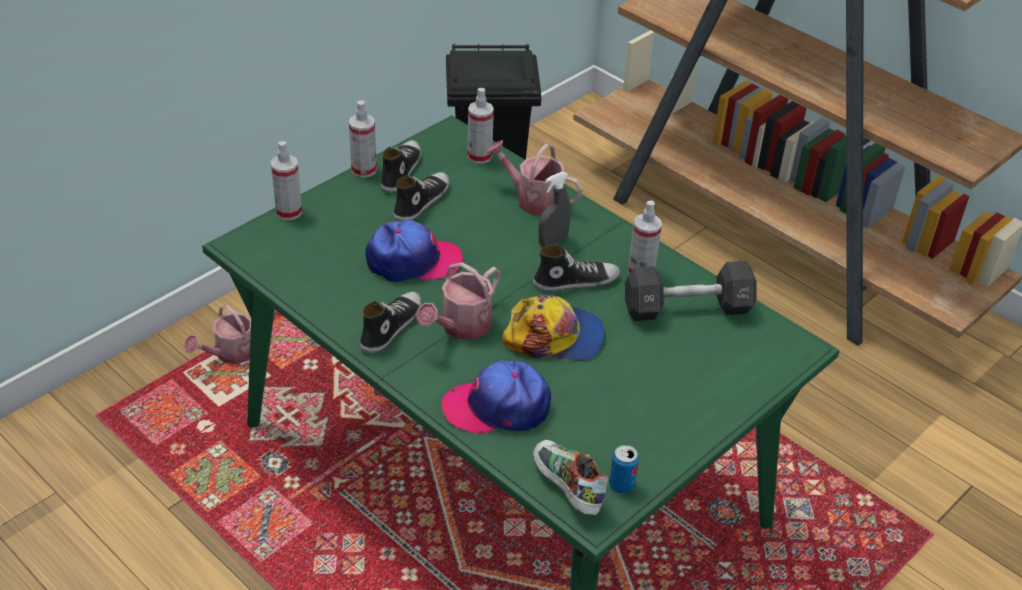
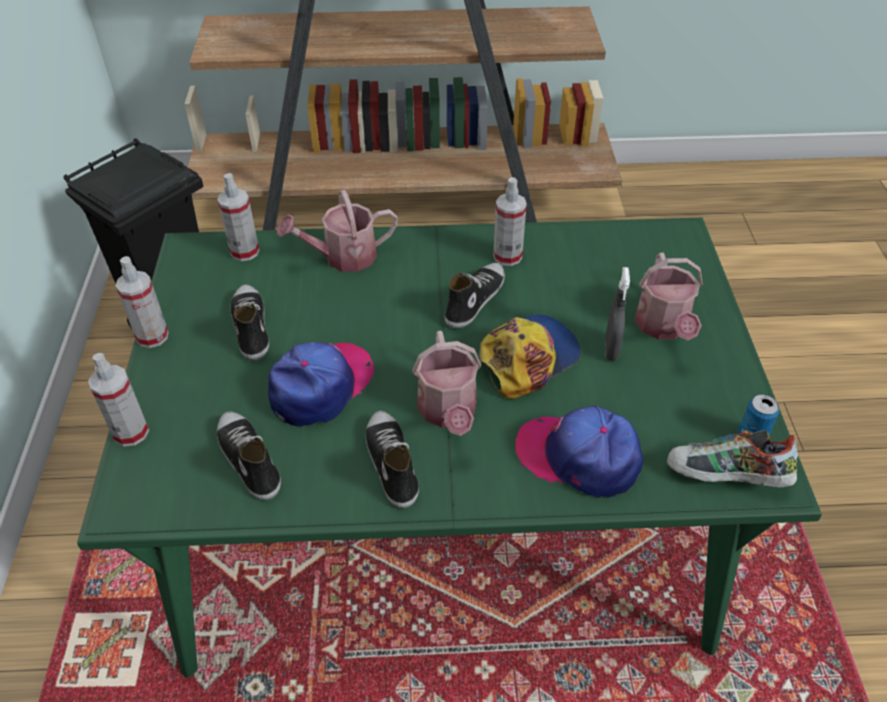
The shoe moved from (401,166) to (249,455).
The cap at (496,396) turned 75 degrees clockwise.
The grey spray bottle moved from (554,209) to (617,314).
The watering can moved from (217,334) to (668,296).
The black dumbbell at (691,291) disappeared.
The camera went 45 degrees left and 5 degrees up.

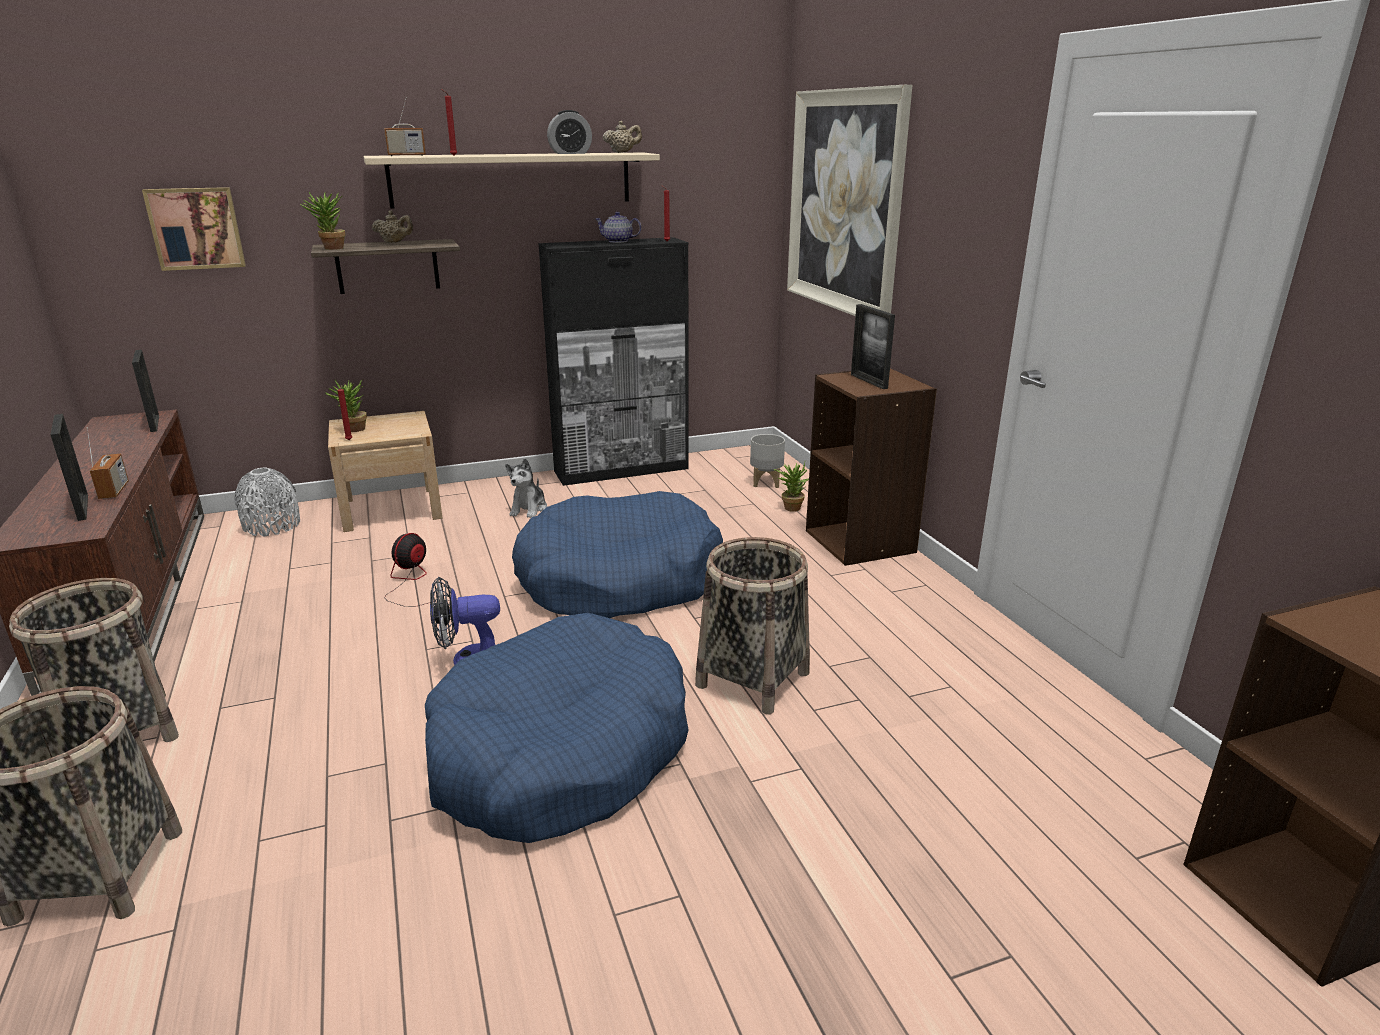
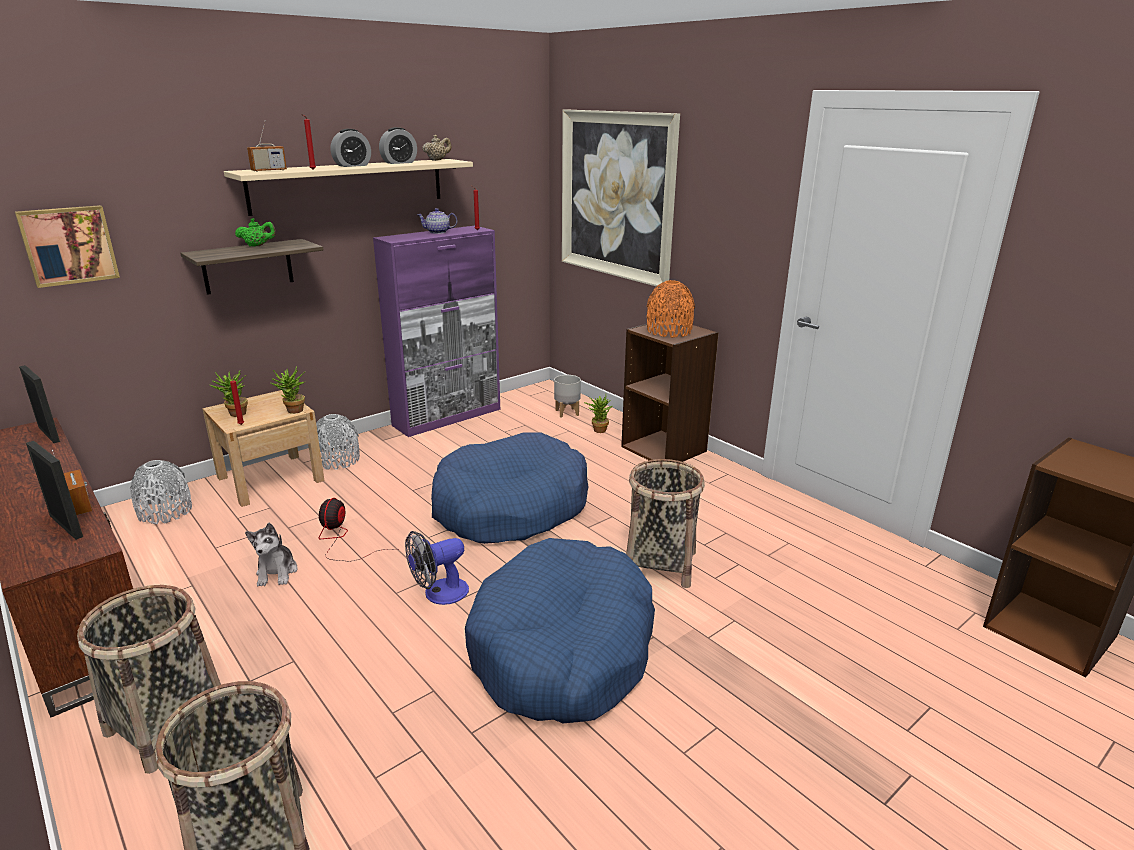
The beige teapot at (392,227) became the green teapot at (255,232).
The plush toy moved from (526,488) to (271,555).
The potted plant moved from (322,221) to (288,390).
The grey vase at (338,442) appeared.
The alarm clock at (351,148) appeared.
The black cabinet at (613,361) became the purple cabinet at (436,331).
The picture frame at (873,346) was replaced by the orange vase at (671,309).
The camera went 20 degrees left and 0 degrees up.

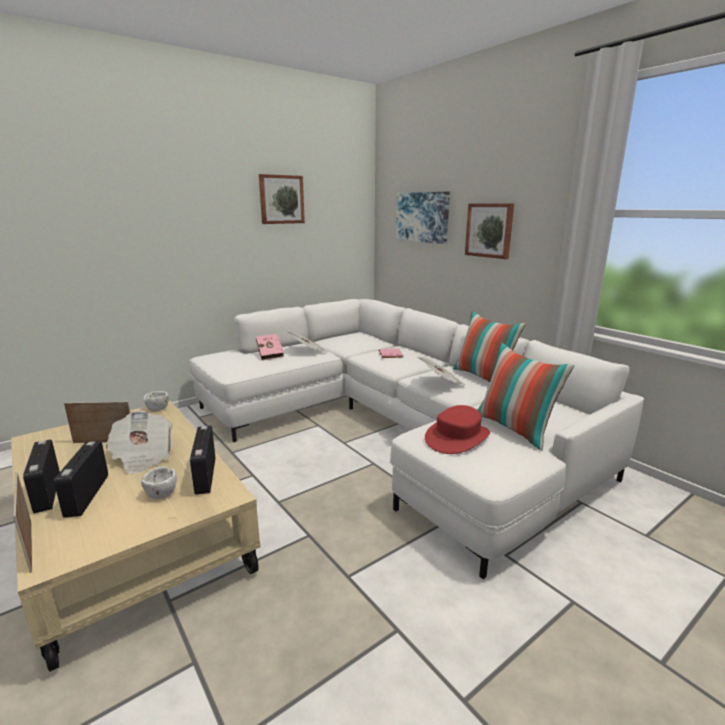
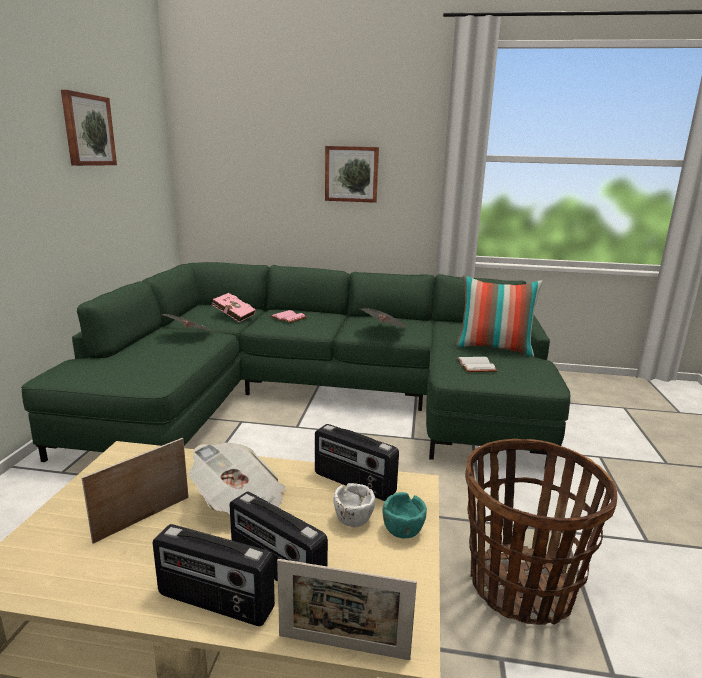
The white sofa at (416,439) became the green sofa at (295,365).
The pink book moved from (270,347) to (234,308).
The turquoise bowl at (405,515) appeared.
The red hat at (457,429) was replaced by the white book at (477,364).
The basket at (541,532) appeared.
The white bowl at (156,401) disappeared.
The picture at (423,218) disappeared.
The pillow at (489,346) disappeared.
The camera went 45 degrees left and 0 degrees up.

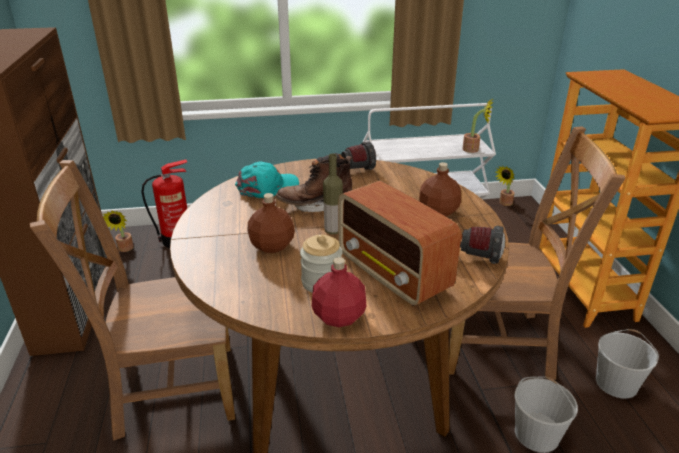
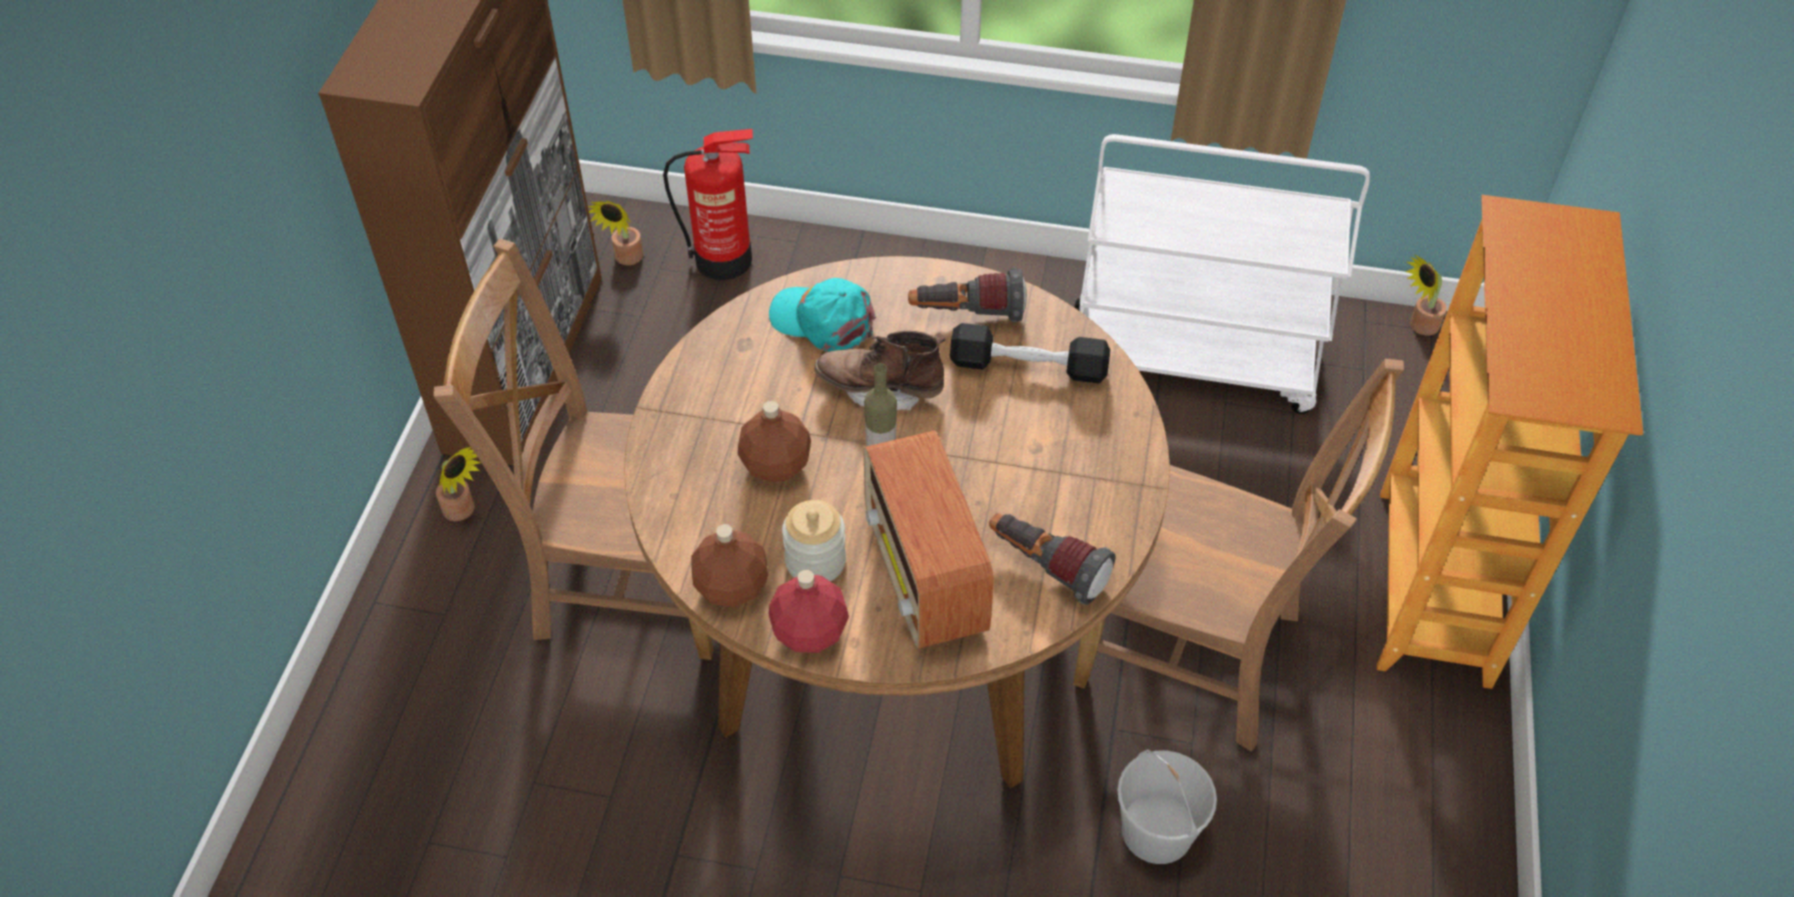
The potted plant moved from (478,125) to (458,484).
The brown bottle moved from (440,189) to (729,565).
The turquoise cap at (267,180) turned 135 degrees counterclockwise.
The black dumbbell at (1030,353) appeared.
The white bucket at (627,364) disappeared.
The camera went 20 degrees right and 20 degrees up.

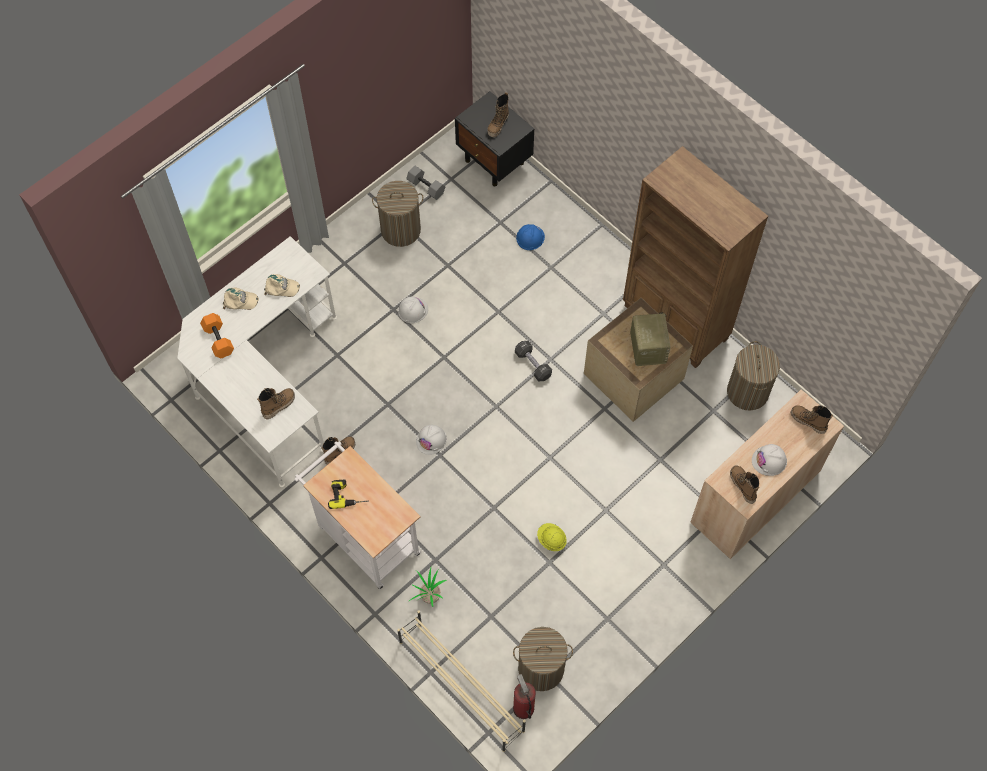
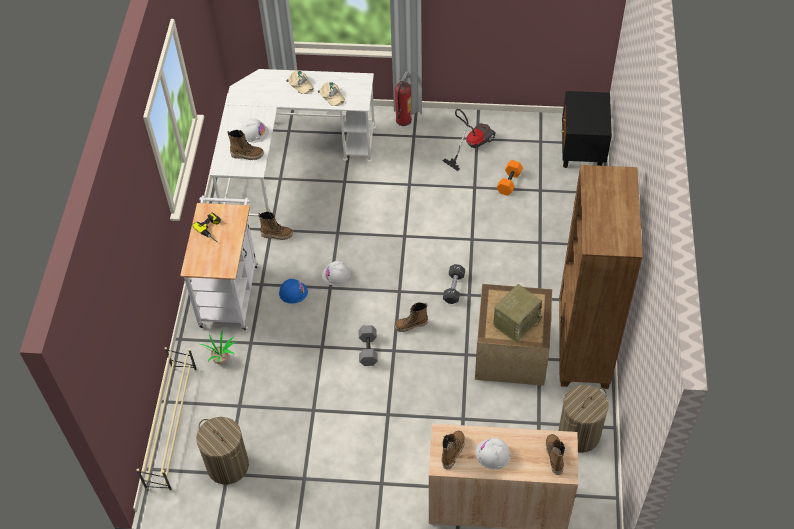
The white hard hat moved from (413,310) to (255,130).
The blue hard hat moved from (530,237) to (293,291).
The grey dumbbell moved from (425,183) to (368,345).
The fire extinguisher moved from (524,696) to (403,98).
The boot moved from (498,114) to (411,317).
The laundry basket at (398,214) was replaced by the vacuum cleaner at (469,140).
The orange dumbbell moved from (217,335) to (509,178).
The yellow hard hat at (552,537) disappeared.
The camera went 50 degrees right and 10 degrees down.

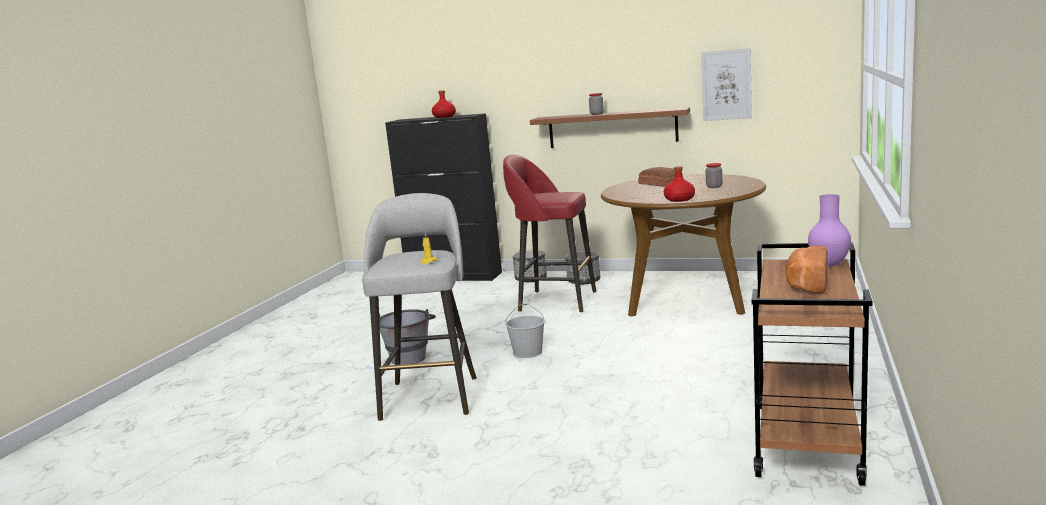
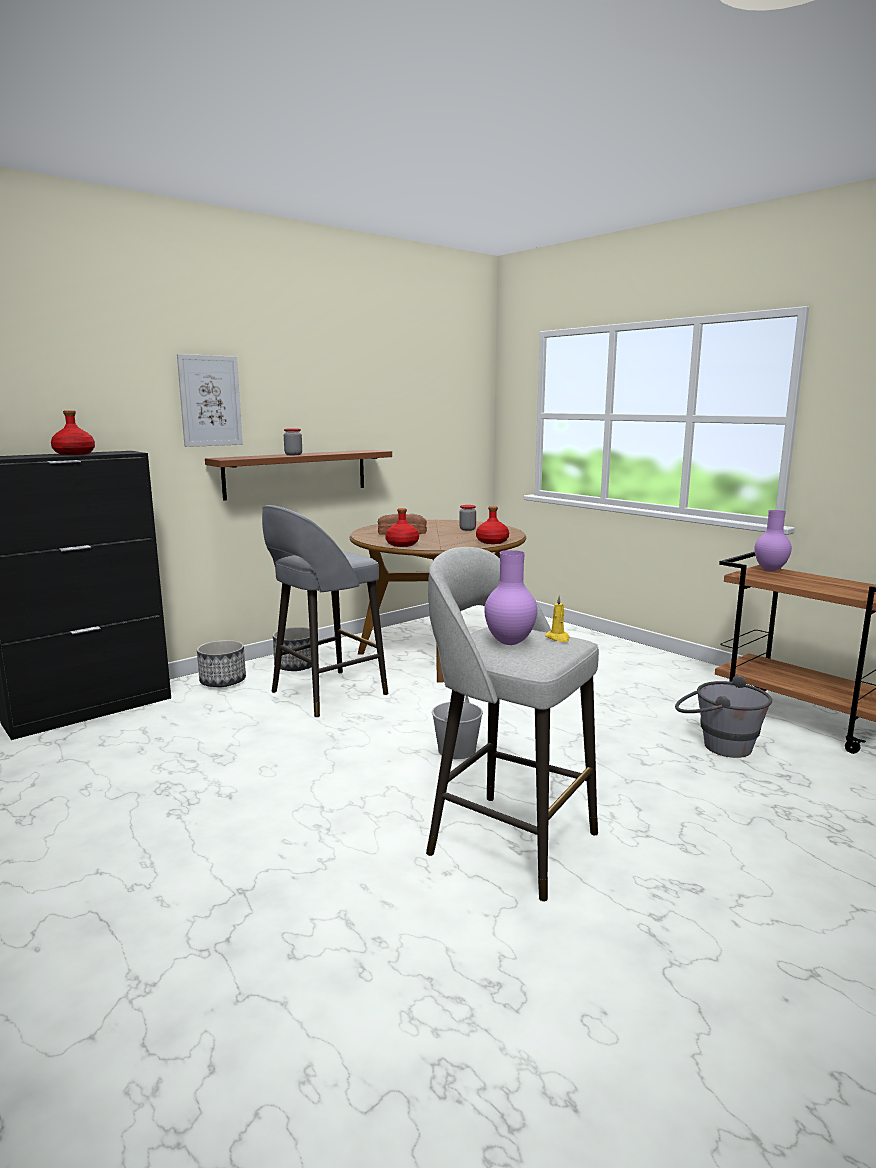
The picture moved from (726,84) to (210,400).
The red stool at (550,233) became the grey stool at (325,611).
The red bottle at (402,527) appeared.
The purple vase at (510,597) appeared.
The grey bucket moved from (407,337) to (723,716).
The bread at (807,270) disappeared.
The camera went 60 degrees left and 0 degrees up.

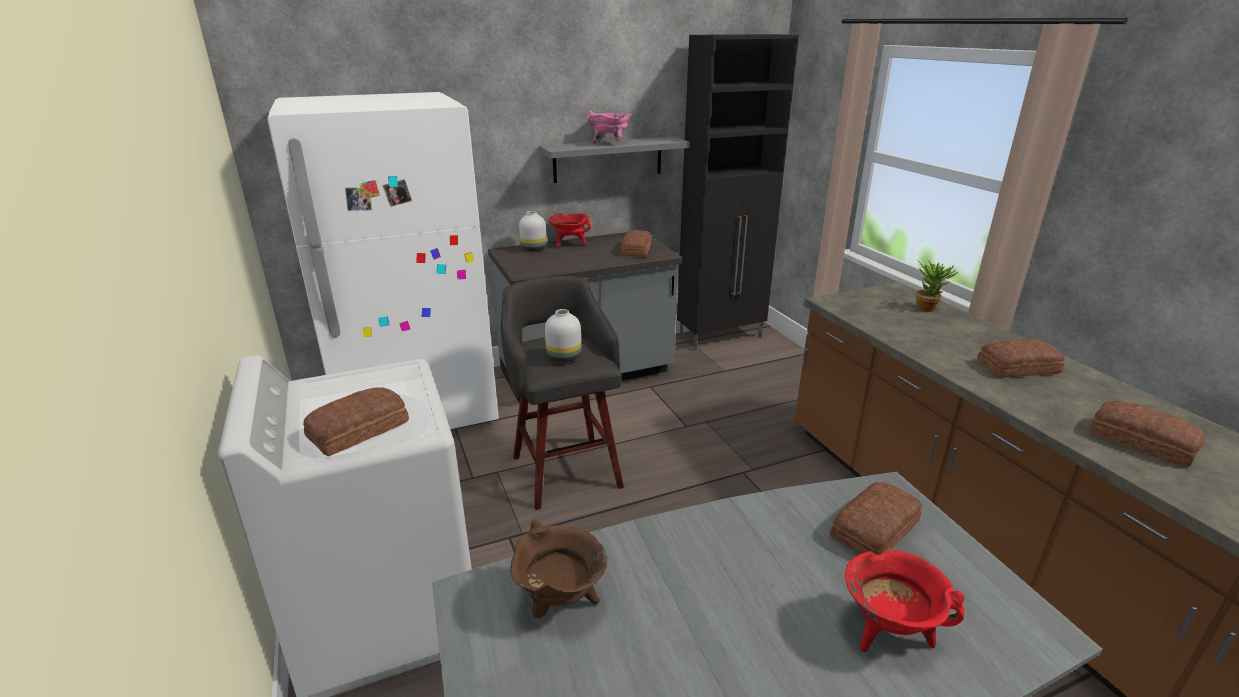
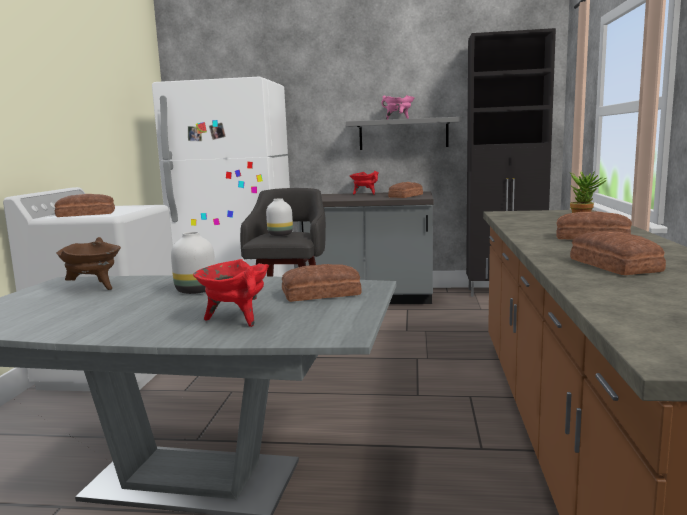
The white vase moved from (533,231) to (193,263).
The camera went 30 degrees right and 15 degrees down.

